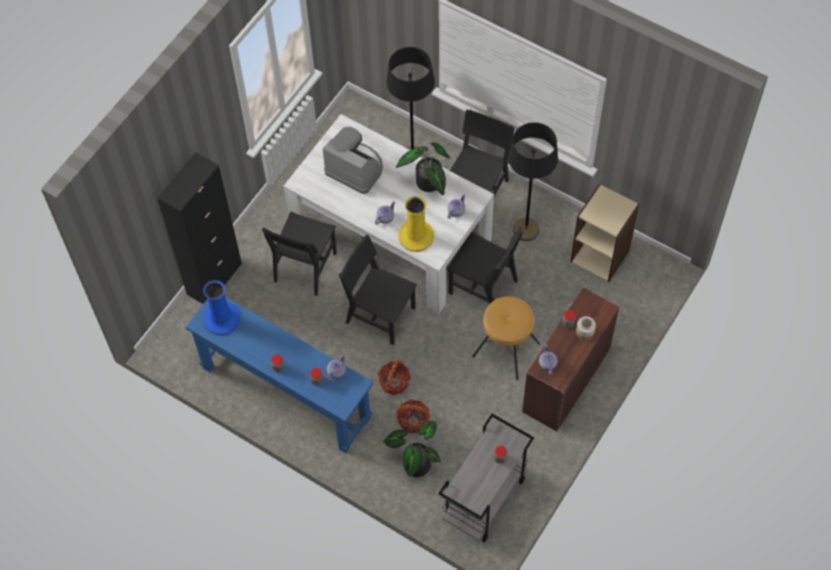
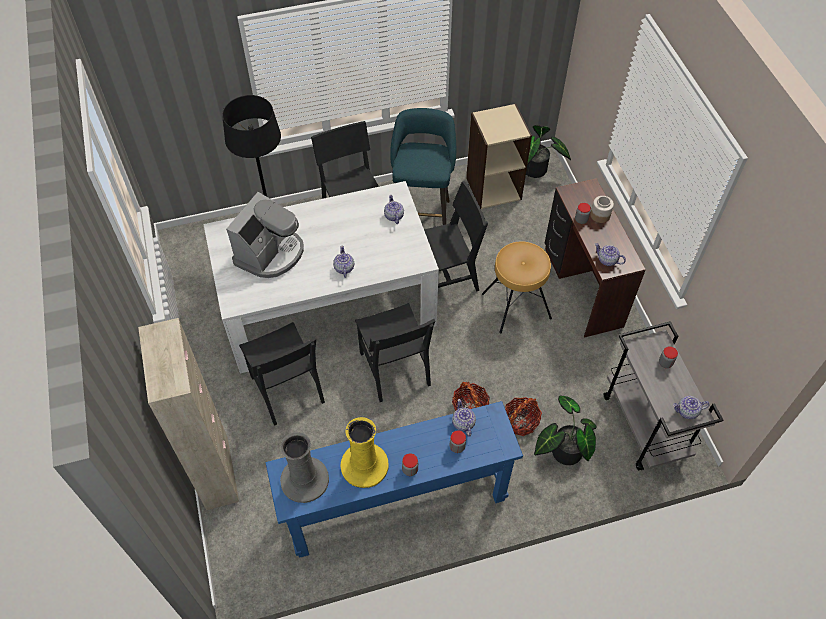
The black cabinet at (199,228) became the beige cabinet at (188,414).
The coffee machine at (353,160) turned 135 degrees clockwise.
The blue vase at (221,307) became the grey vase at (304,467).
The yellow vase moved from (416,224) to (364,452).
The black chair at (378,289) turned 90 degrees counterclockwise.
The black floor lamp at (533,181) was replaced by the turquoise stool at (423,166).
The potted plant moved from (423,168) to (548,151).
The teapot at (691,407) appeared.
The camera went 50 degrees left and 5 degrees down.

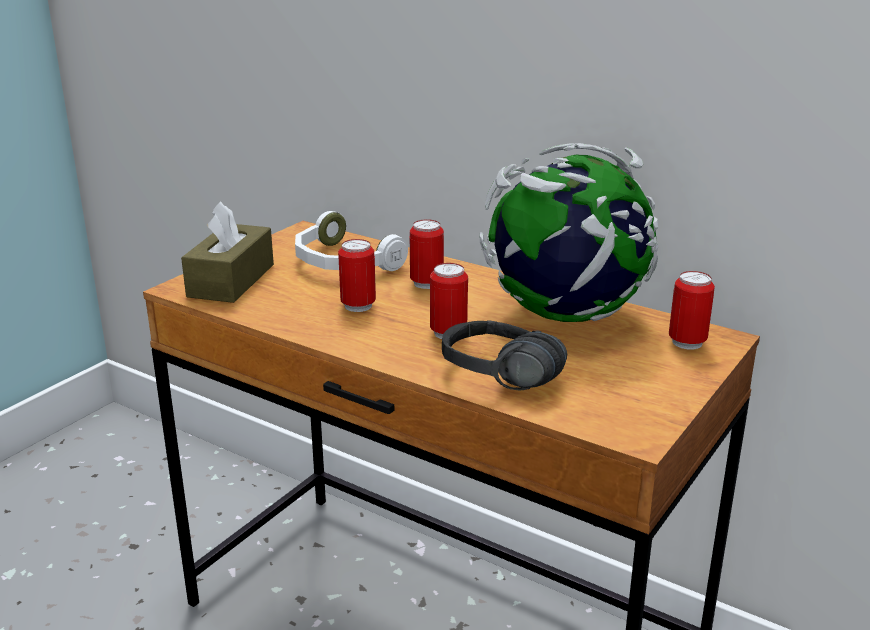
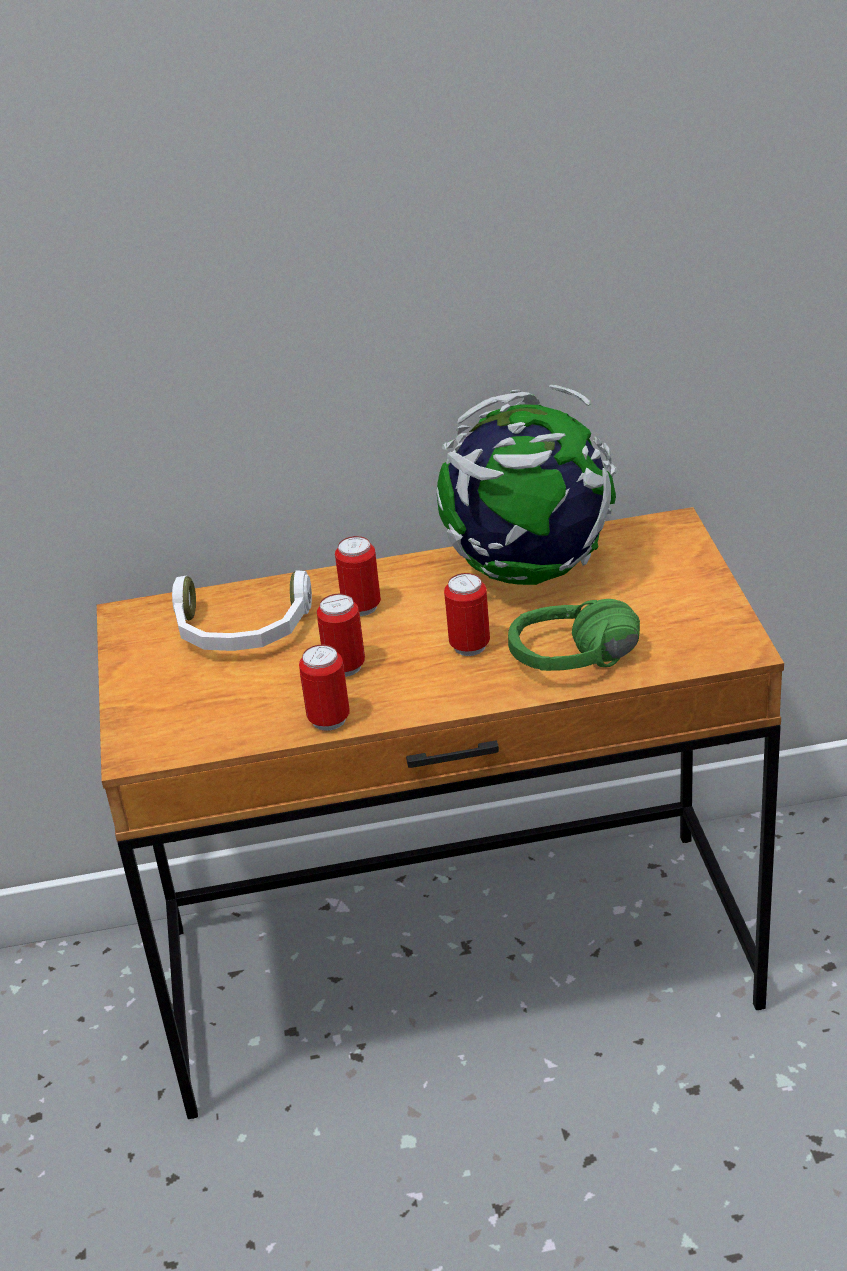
The can moved from (692,310) to (324,688).
The black headphones at (504,355) became the green headphones at (574,635).
The brown tissue box at (227,252) disappeared.
The camera went 40 degrees left and 10 degrees up.

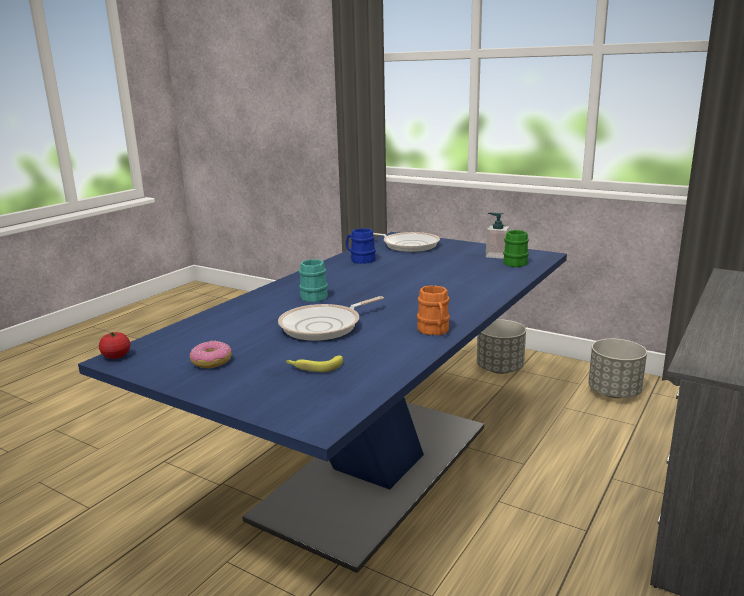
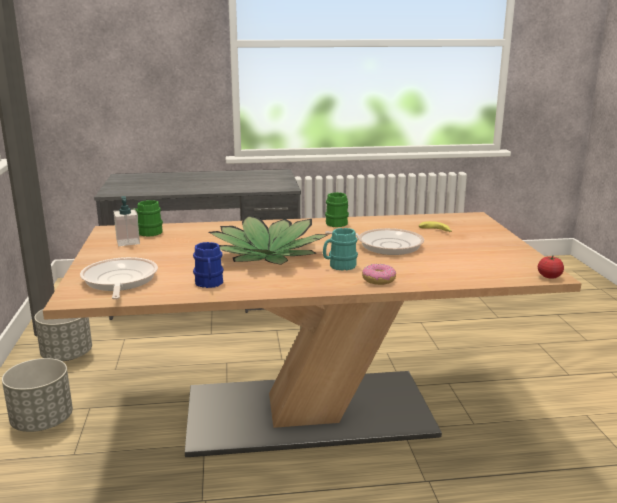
The blue dining table at (322,402) became the beige dining table at (312,334).
The potted plant at (269,240) appeared.
The orange mug at (433,310) became the green mug at (337,209).
The donut moved from (211,354) to (379,274).
The camera went 130 degrees left and 0 degrees up.

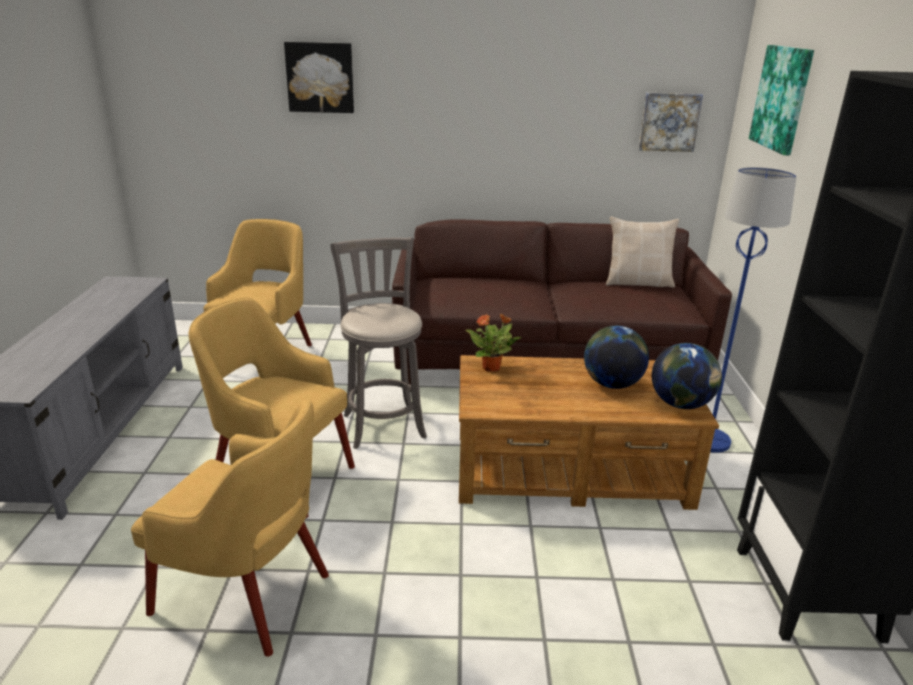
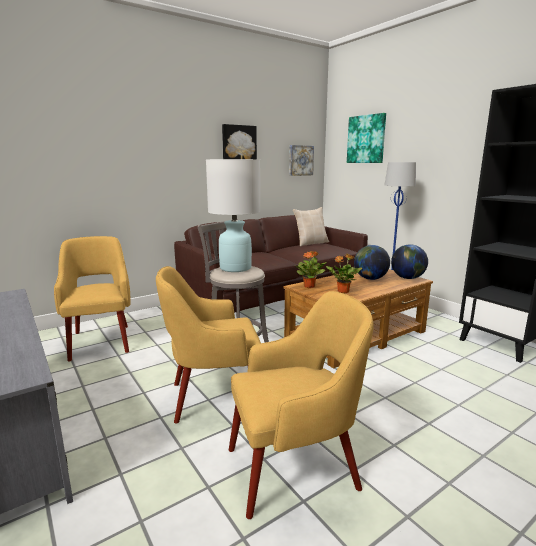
The white table lamp at (233,215) appeared.
The picture moved from (319,77) to (239,141).
The potted plant at (344,273) appeared.
The camera went 35 degrees left and 10 degrees down.

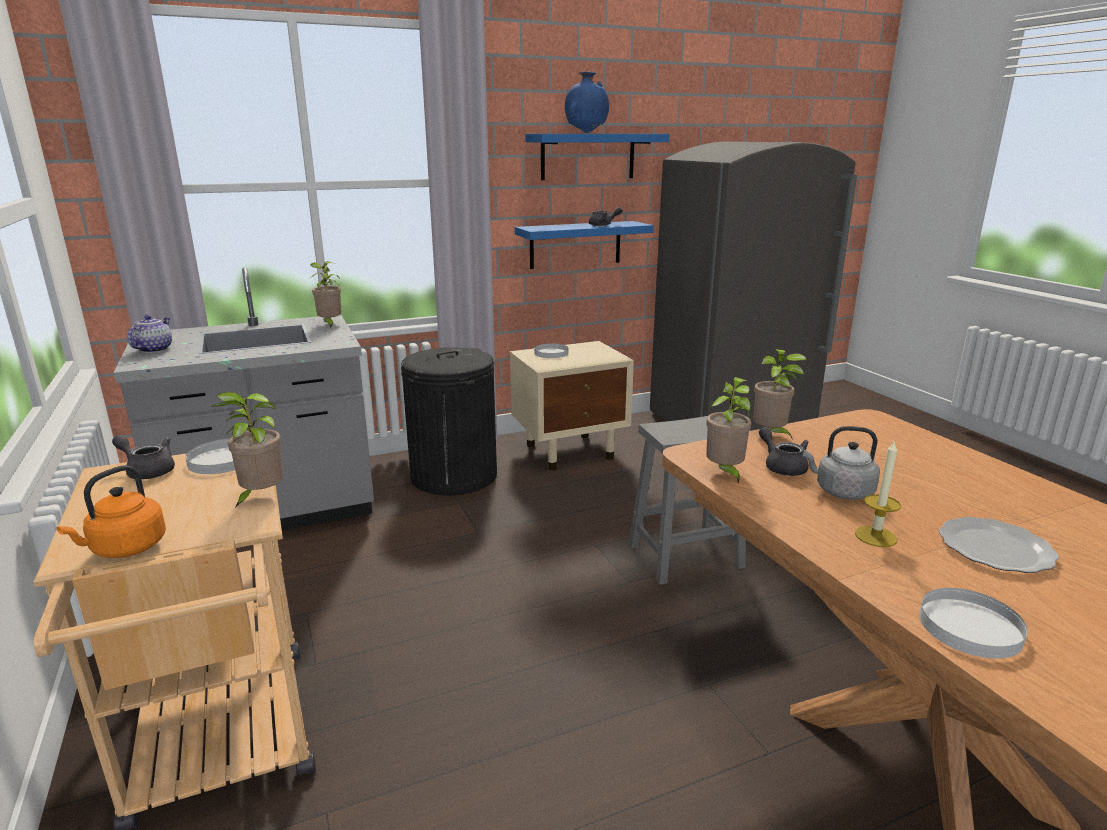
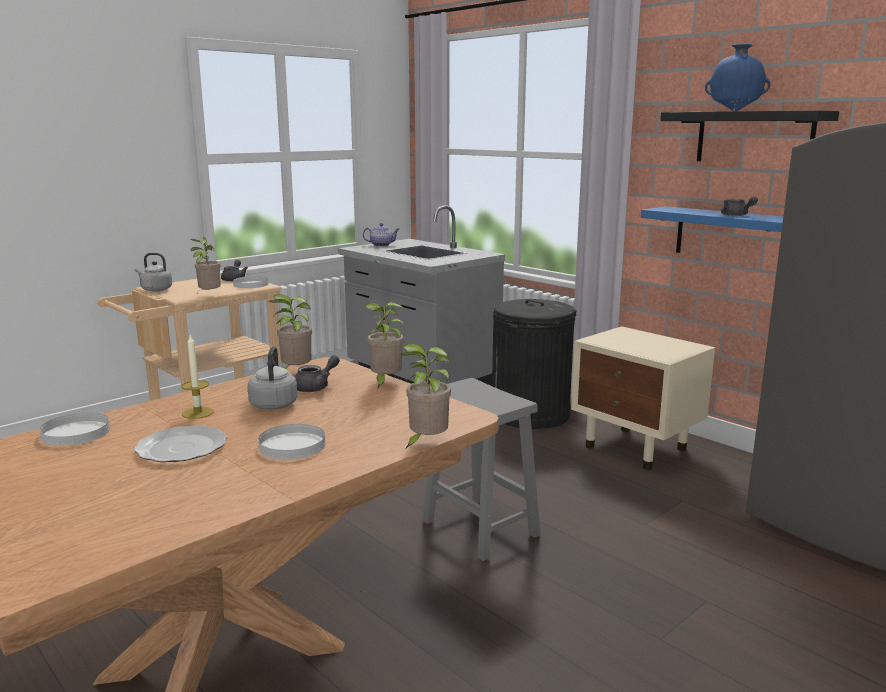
The orange kettle at (111,511) became the grey kettle at (153,272).
The white plate moved from (551,350) to (292,442).
The potted plant moved from (326,294) to (425,396).
The blue shelf at (597,157) became the black shelf at (749,135).
The camera went 70 degrees right and 5 degrees down.

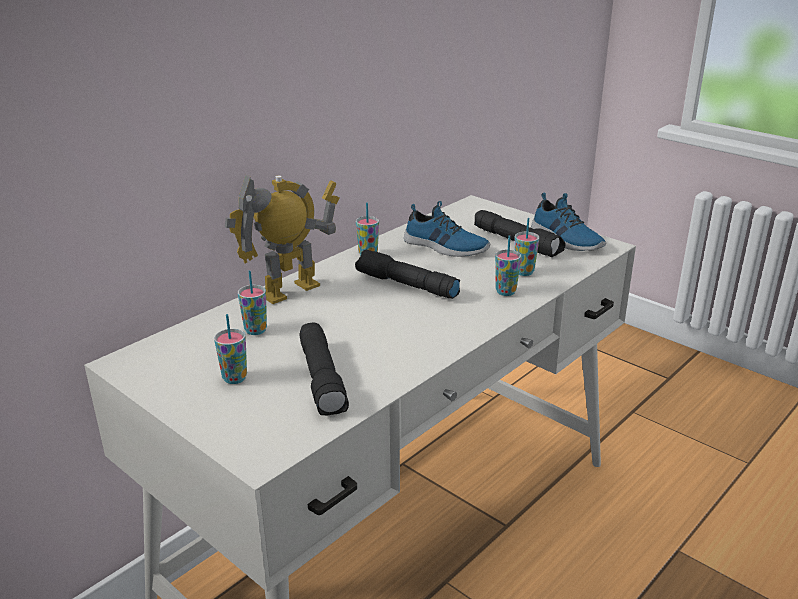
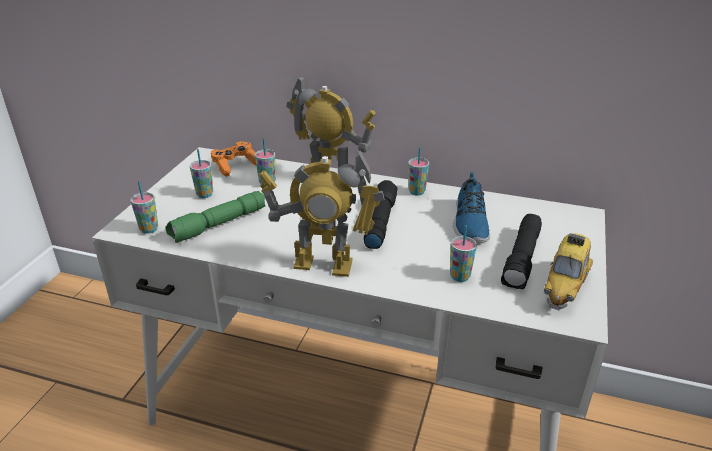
The cup moved from (508,265) to (144,207).
The black flashlight at (324,369) became the green flashlight at (215,217).
The orange game controller at (233,159) appeared.
The toy robot at (322,214) appeared.
The shoe at (568,222) was replaced by the toy car at (568,271).
The camera went 65 degrees right and 5 degrees up.

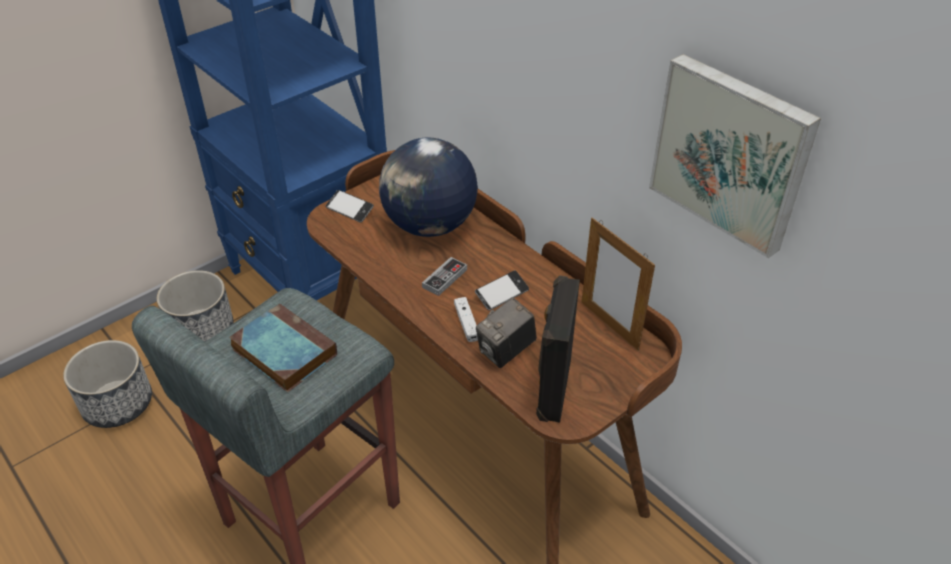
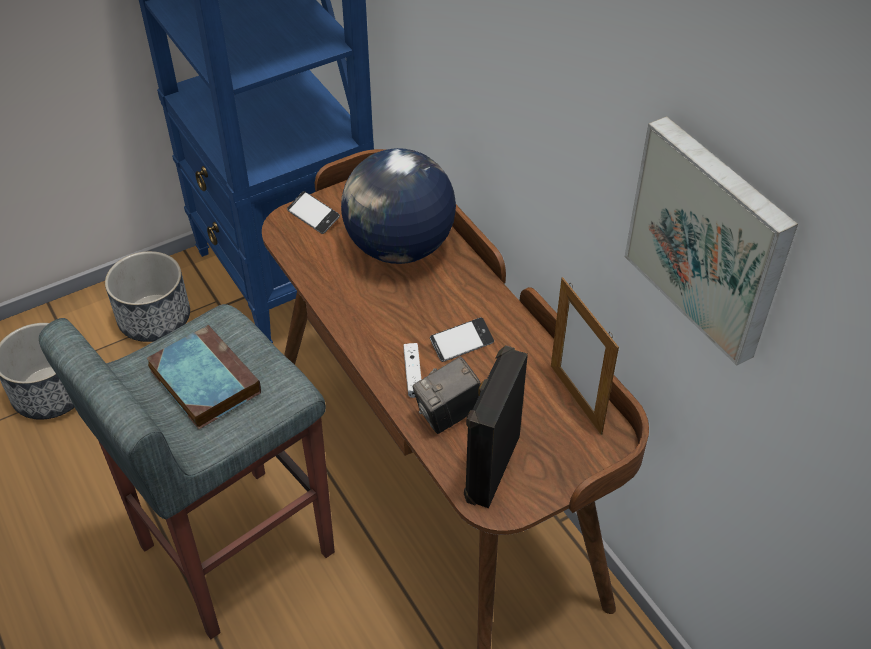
The game controller at (444,276) disappeared.
The camera went 10 degrees right and 5 degrees up.

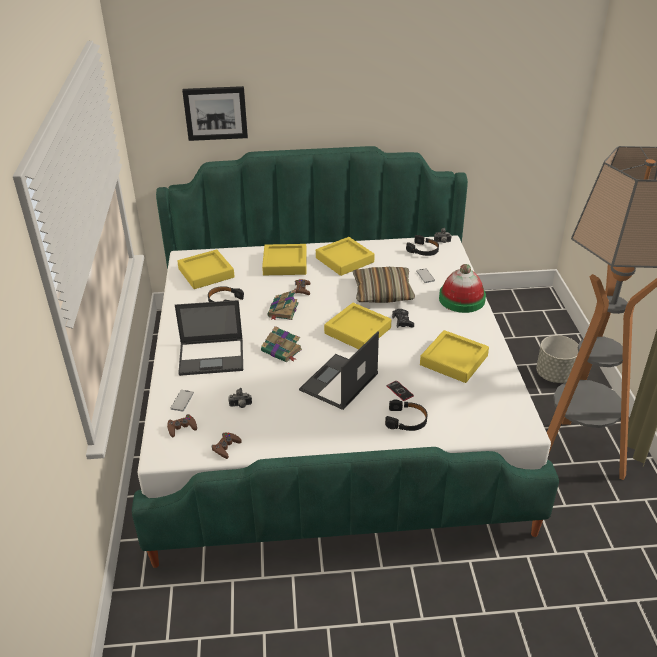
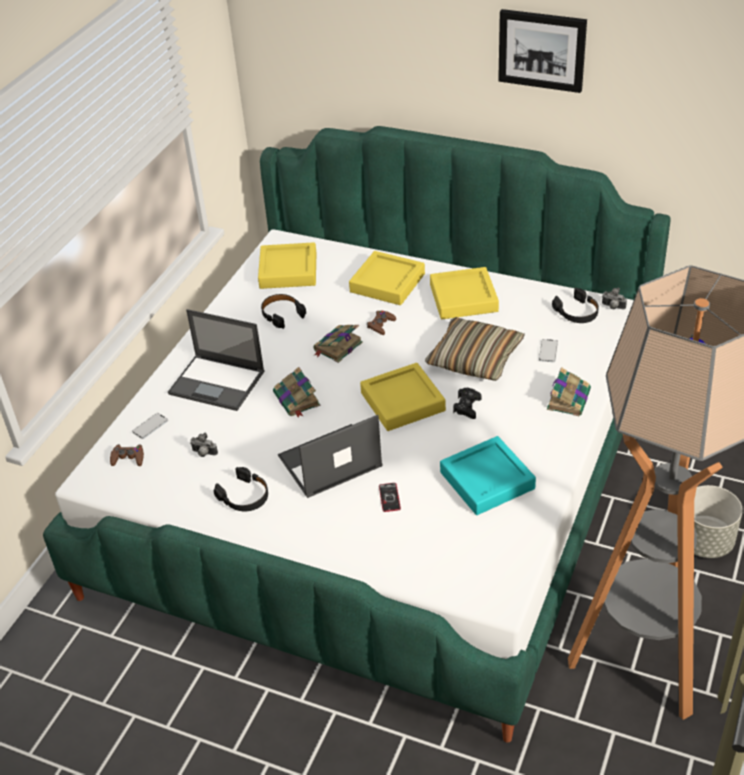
The black headphones moved from (406,415) to (240,489).
The yellow tray at (454,356) became the turquoise tray at (488,475).
The picture moved from (215,113) to (542,51).
The hat at (462,288) was replaced by the book at (569,391).
The brown game controller at (226,446) disappeared.
The camera went 30 degrees right and 5 degrees up.

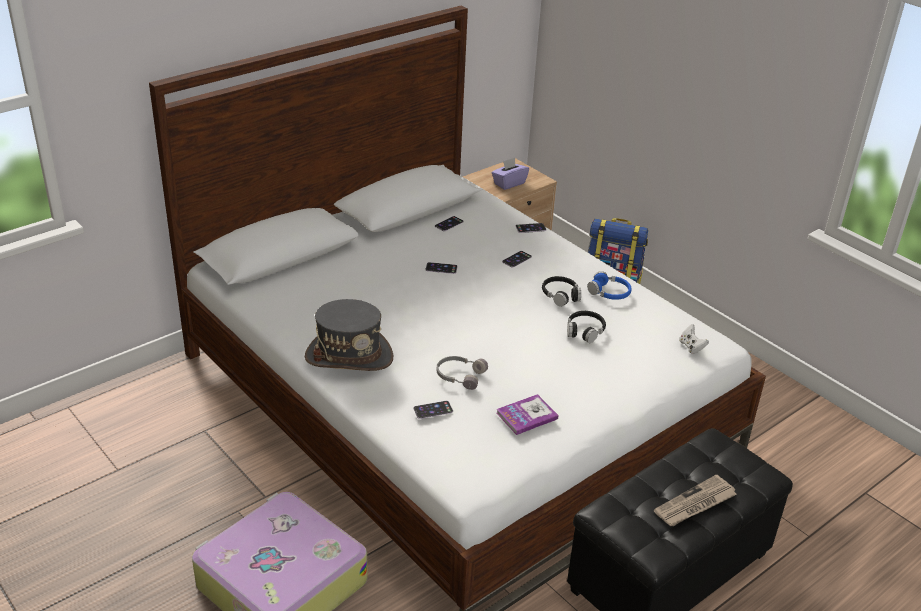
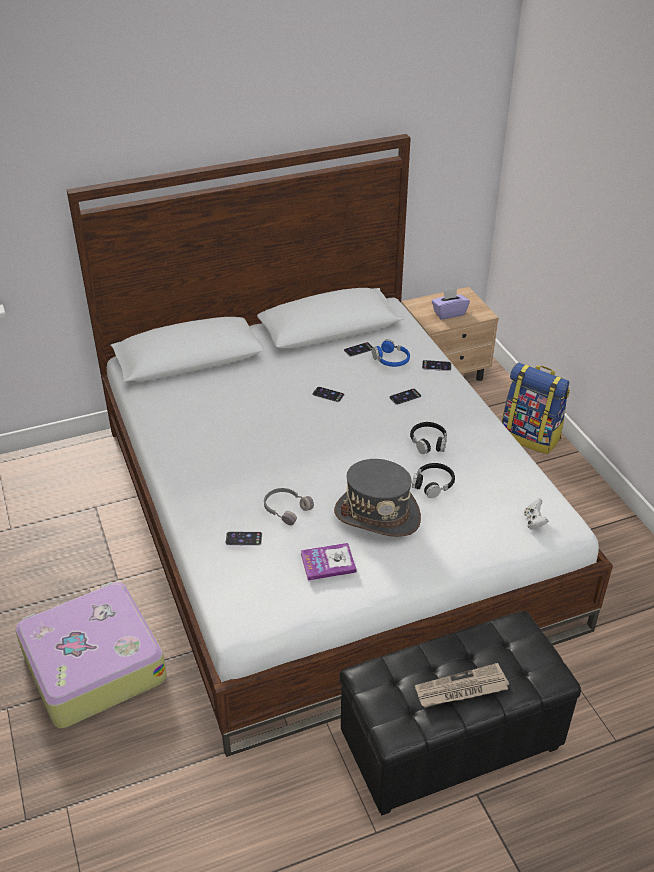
The grey hat moved from (349,335) to (377,498).
The blue headphones moved from (609,285) to (391,353).
The camera went 20 degrees right and 5 degrees up.

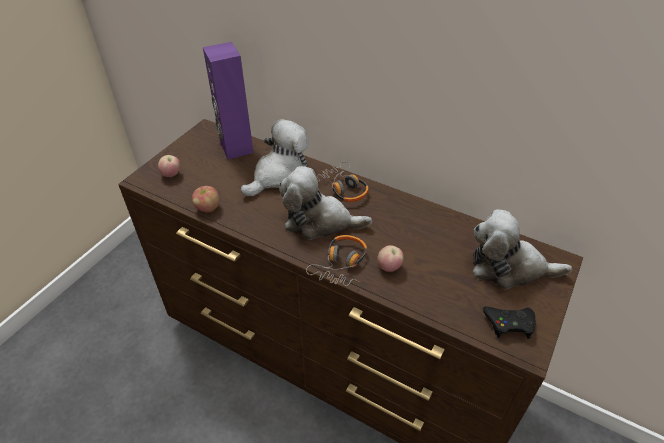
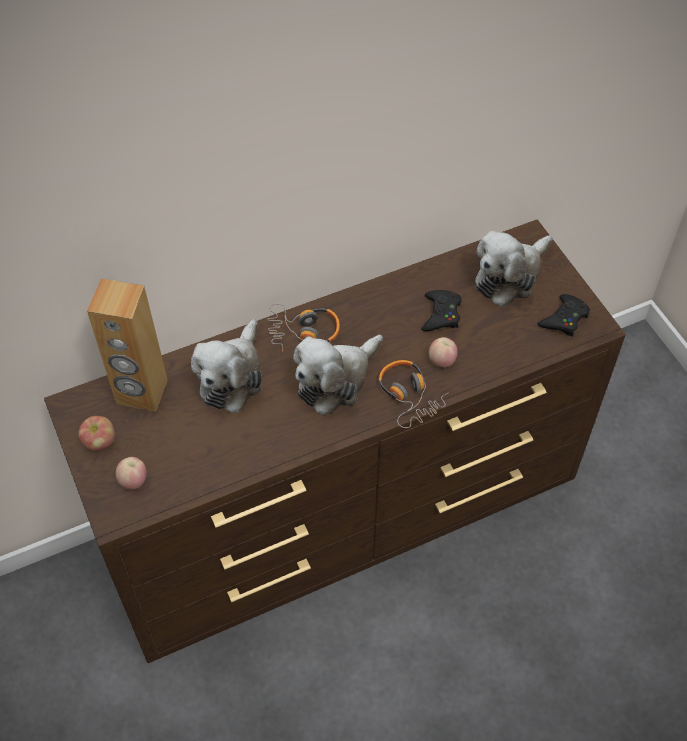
The apple moved from (206,199) to (96,433).
The purple speaker at (228,100) became the brown speaker at (127,344).
The plush toy at (275,157) turned 150 degrees counterclockwise.
The black game controller at (441,310) appeared.
The camera went 55 degrees left and 10 degrees up.

